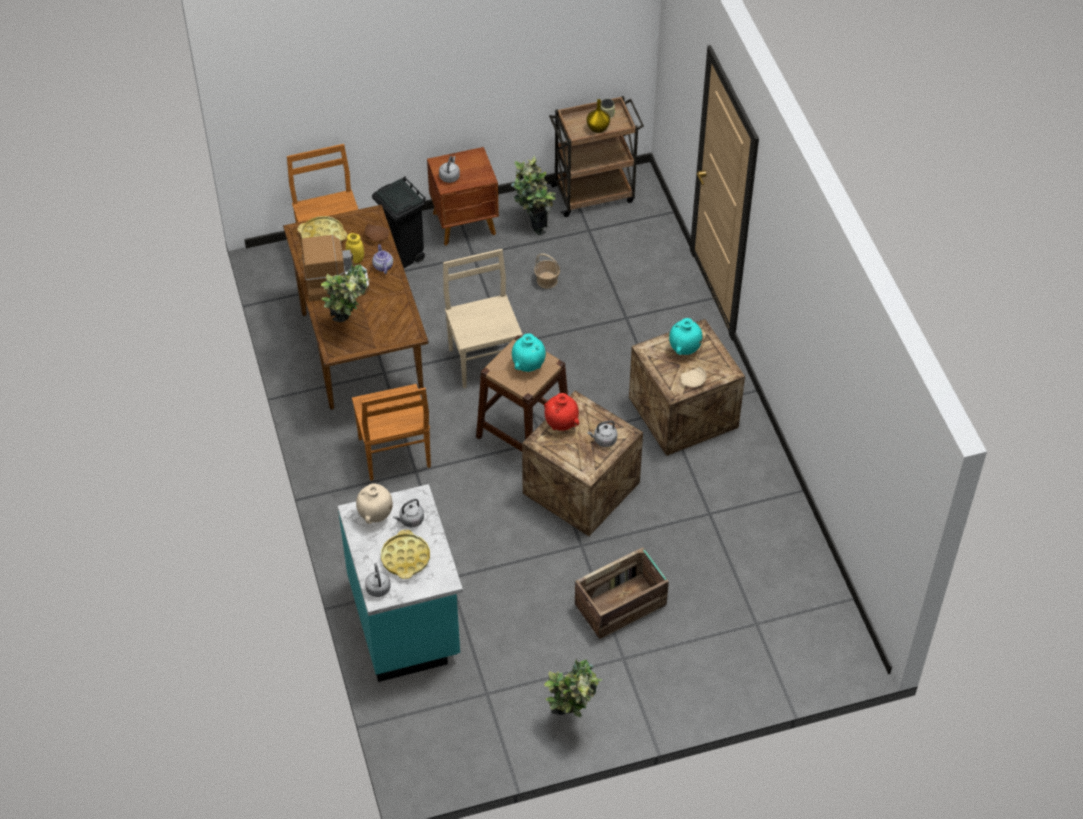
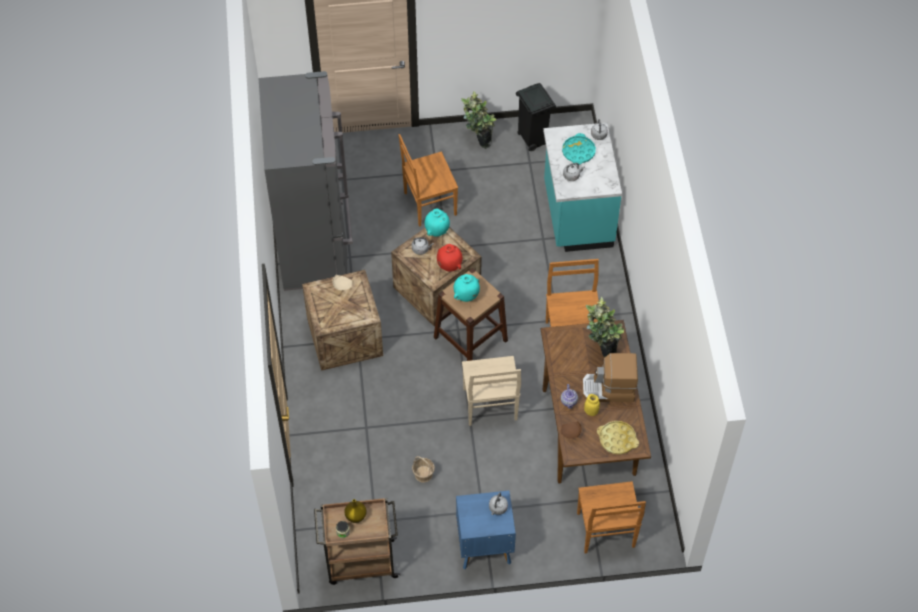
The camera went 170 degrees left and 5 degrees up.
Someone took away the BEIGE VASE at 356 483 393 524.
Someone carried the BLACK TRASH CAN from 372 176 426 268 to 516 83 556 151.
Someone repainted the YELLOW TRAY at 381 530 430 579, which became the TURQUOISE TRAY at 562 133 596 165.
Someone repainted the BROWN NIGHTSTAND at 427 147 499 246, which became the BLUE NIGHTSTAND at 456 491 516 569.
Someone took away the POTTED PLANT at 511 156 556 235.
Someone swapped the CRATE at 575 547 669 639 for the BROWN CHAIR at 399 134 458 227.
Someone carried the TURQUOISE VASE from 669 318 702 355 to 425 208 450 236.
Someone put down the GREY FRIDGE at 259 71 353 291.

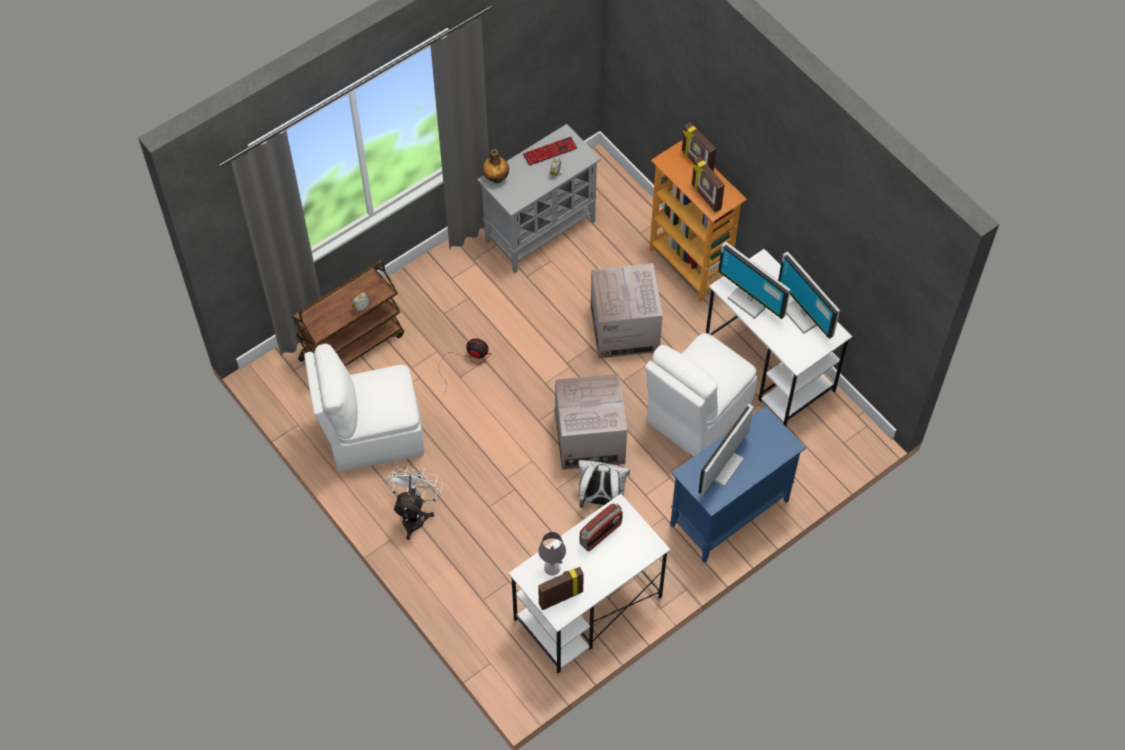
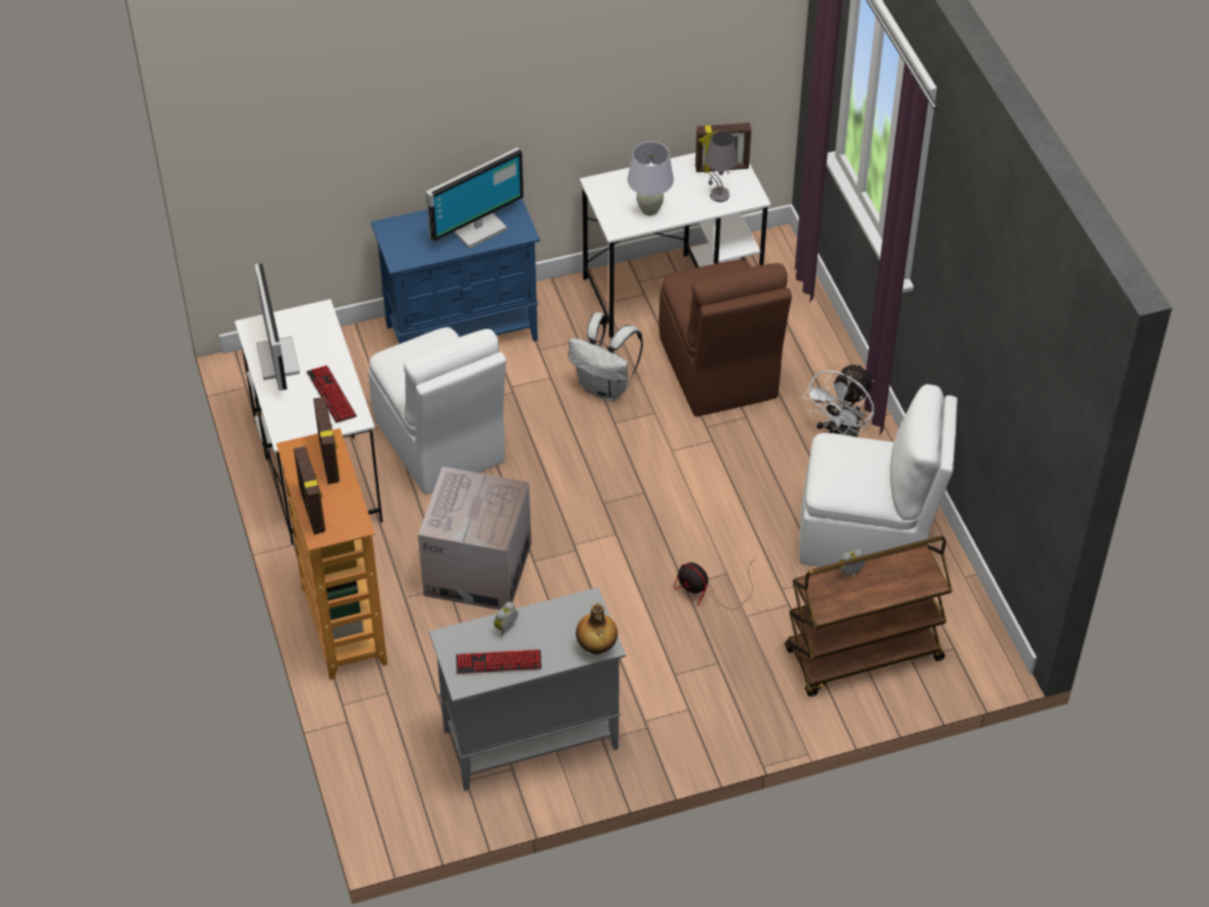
The camera went 160 degrees left and 10 degrees down.
Someone took away the CARDBOARD BOX at 555 374 627 470.
Someone swapped the RADIO at 580 504 623 552 for the WHITE TABLE LAMP at 628 141 674 216.
Someone rotated the WHITE CHAIR at 645 333 757 457 by 90 degrees clockwise.
Someone swapped the MONITOR at 718 241 791 319 for the KEYBOARD at 307 365 357 423.
Someone put down the BROWN CHAIR at 659 259 792 417.

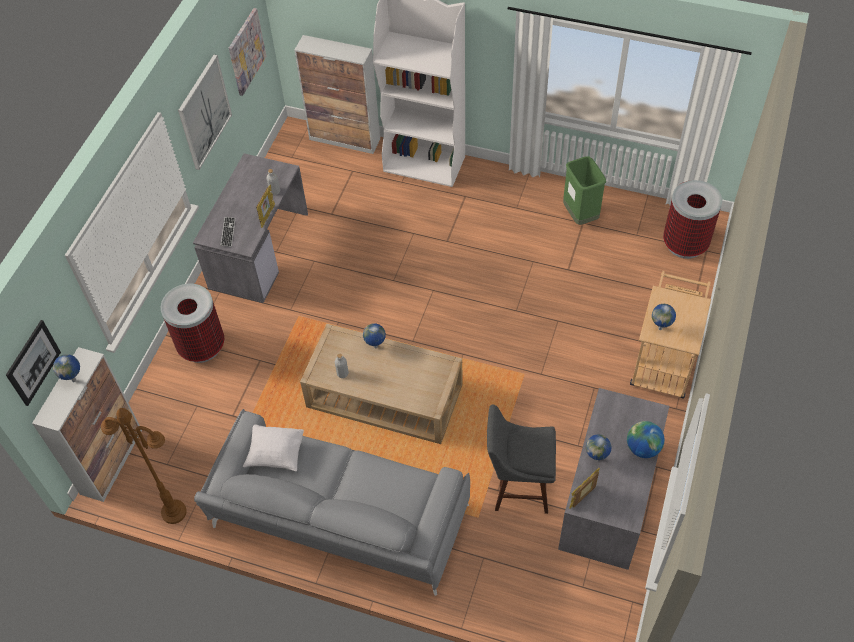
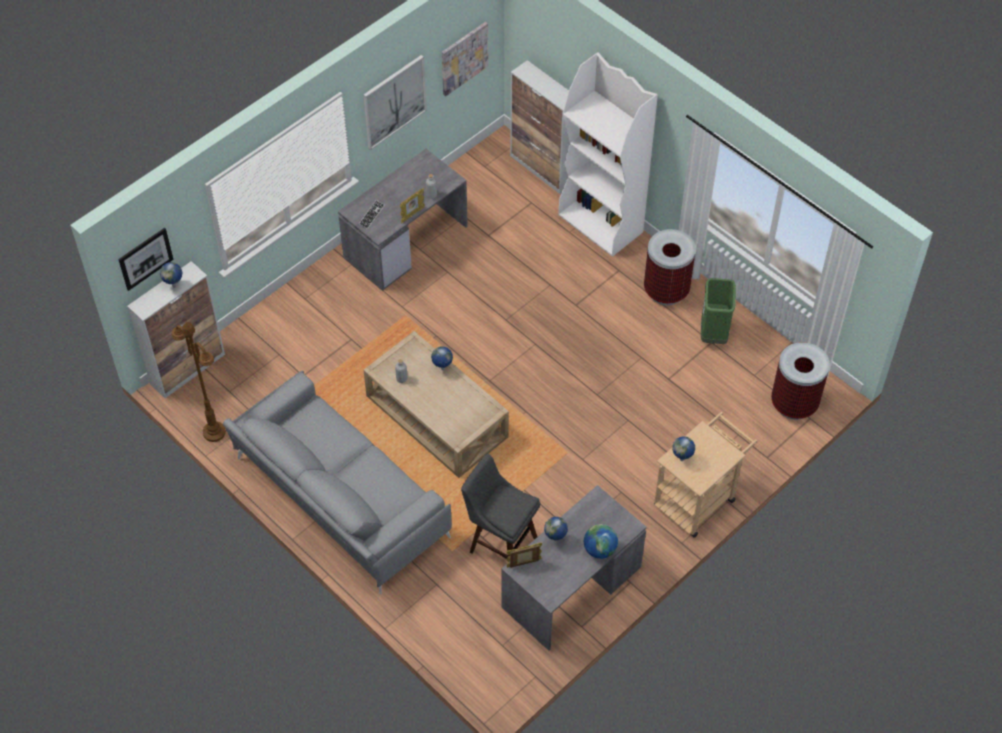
The camera went 25 degrees right and 0 degrees up.
Someone carried the TRASH CAN from 161 284 224 363 to 644 229 696 305.
Someone took away the WHITE PILLOW at 243 424 304 471.

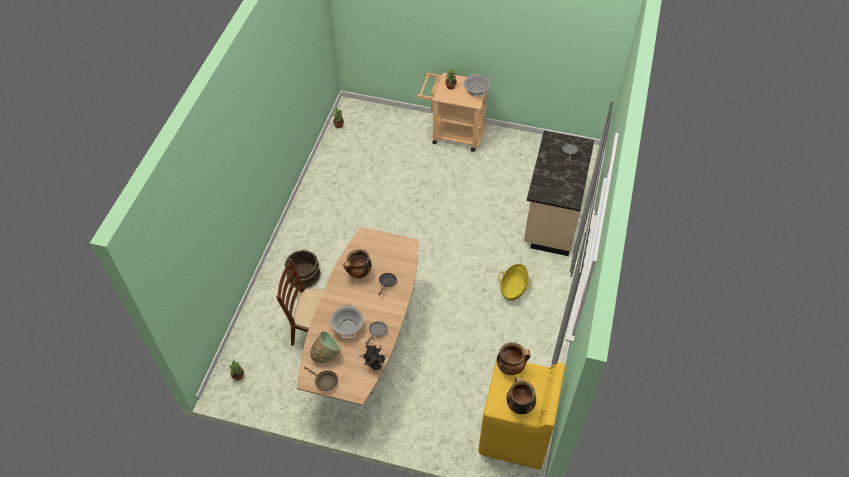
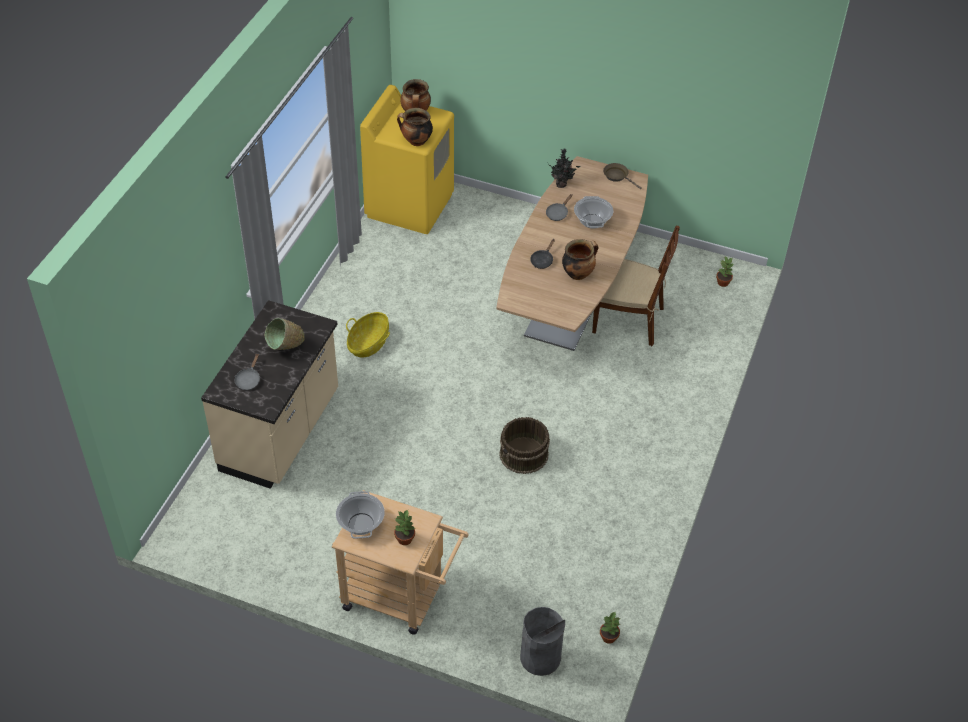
The camera went 175 degrees left and 5 degrees down.
Someone carried the BROWN BUCKET from 285 250 321 289 to 499 417 550 474.
Someone carried the GREEN BOWL from 310 331 341 363 to 265 318 305 350.
Someone put down the GREY TRASH CAN at 520 607 565 676.

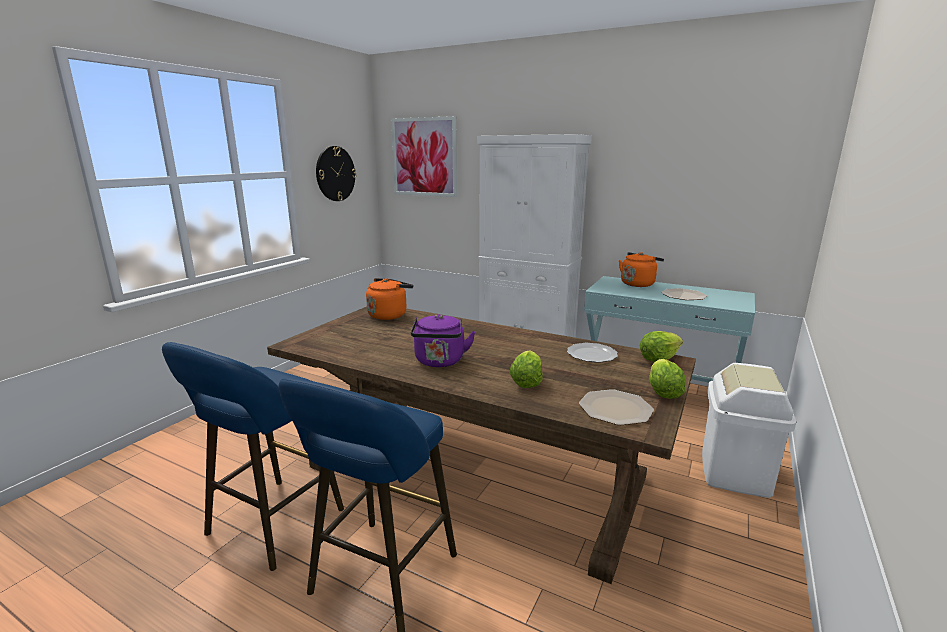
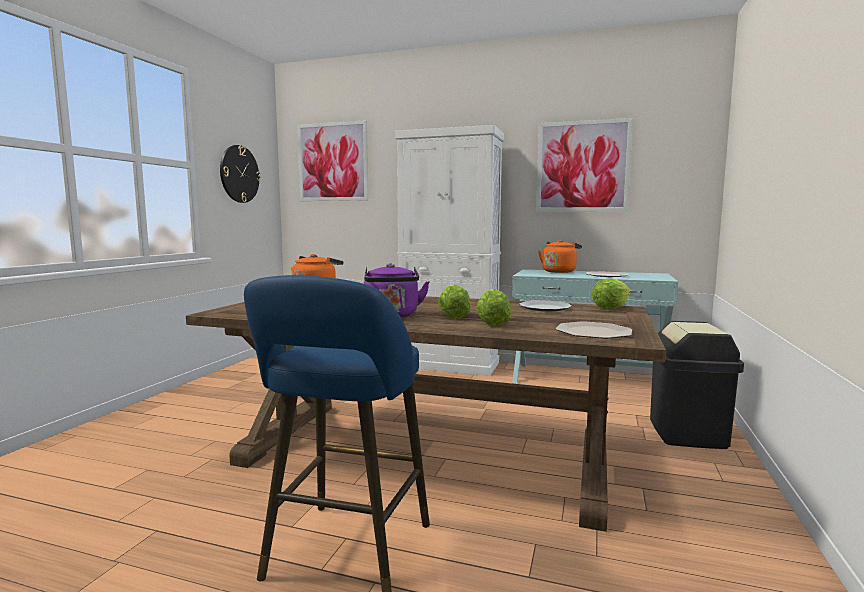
The camera went 10 degrees left and 10 degrees down.
Someone took away the BLUE STOOL at 162 342 344 571.
Someone carried the LETTUCE from 649 359 686 399 to 438 284 471 319.
Someone repainted the WHITE TRASH CAN at 702 363 796 498, which became the BLACK TRASH CAN at 650 321 744 449.
Someone put up the PICTURE at 536 118 633 212.

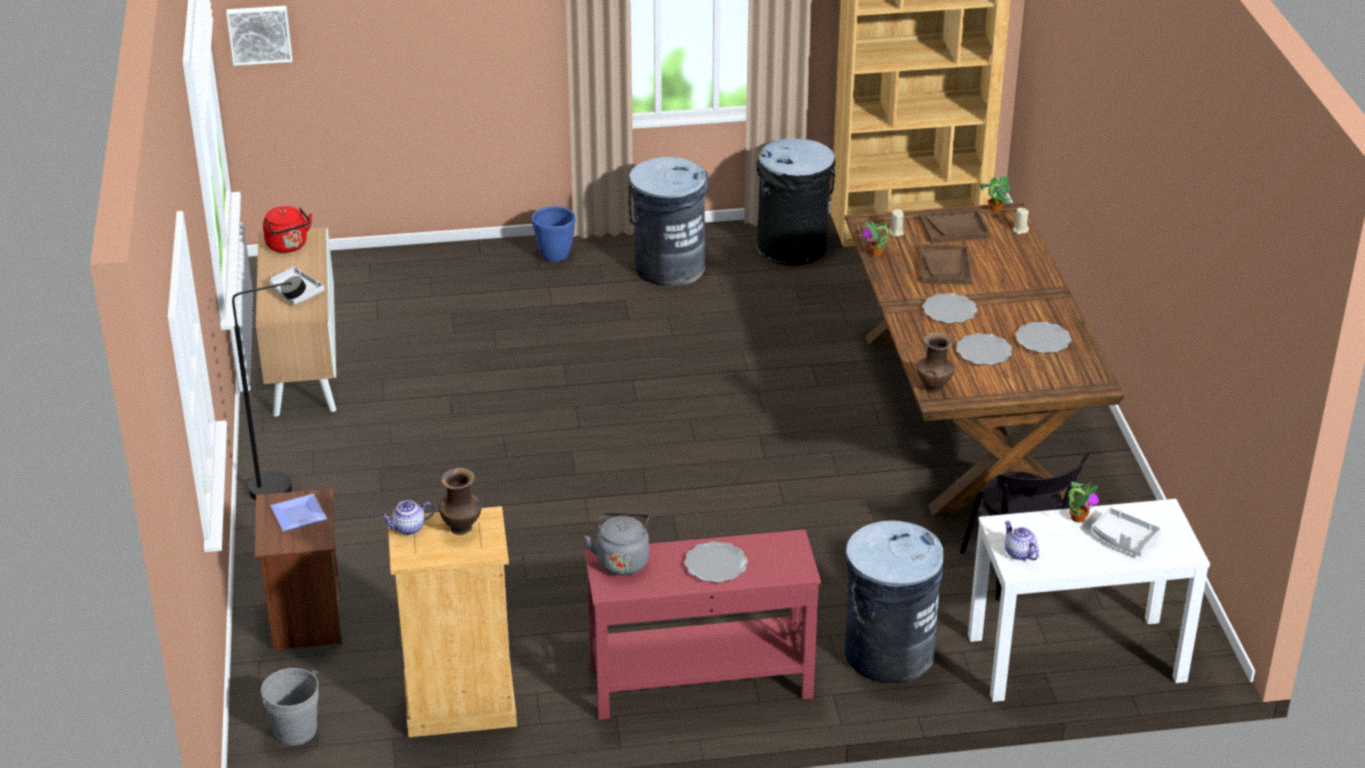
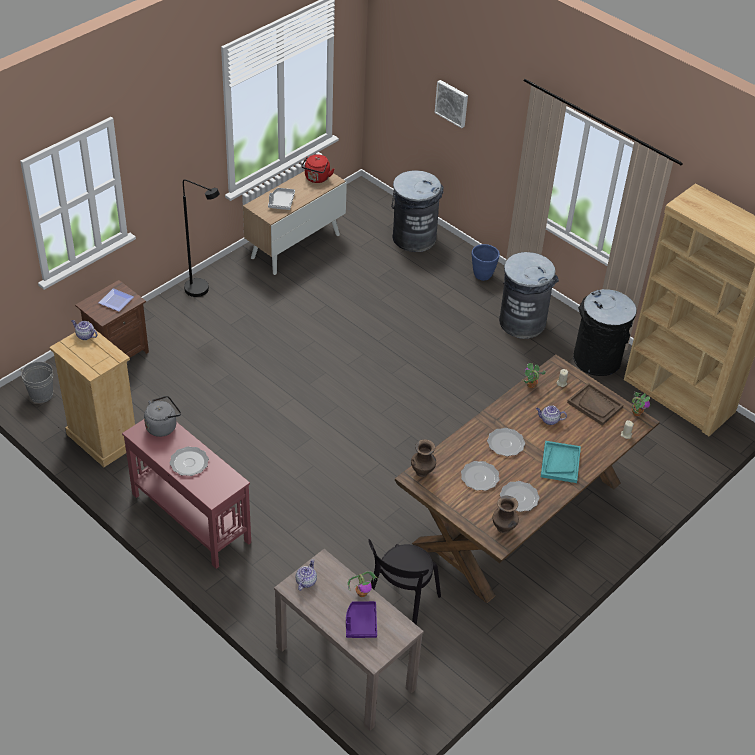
The camera went 50 degrees right and 10 degrees up.
Someone carried the PICTURE from 226 6 292 66 to 435 80 468 128.
Someone carried the BROWN VASE from 439 468 482 535 to 493 496 519 533.
Someone carried the GREY TRASH CAN from 844 521 944 683 to 391 170 444 252.
Someone swapped the BROWN TRAY at 919 245 972 285 for the TEAPOT at 536 405 567 425.
Someone repainted the WHITE CONSOLE TABLE at 968 499 1210 702, which became the BROWN CONSOLE TABLE at 274 549 424 731.
Someone repainted the GREY TRAY at 1092 507 1162 557, which became the PURPLE TRAY at 346 601 377 638.
Someone put down the TURQUOISE TRAY at 541 441 581 483.

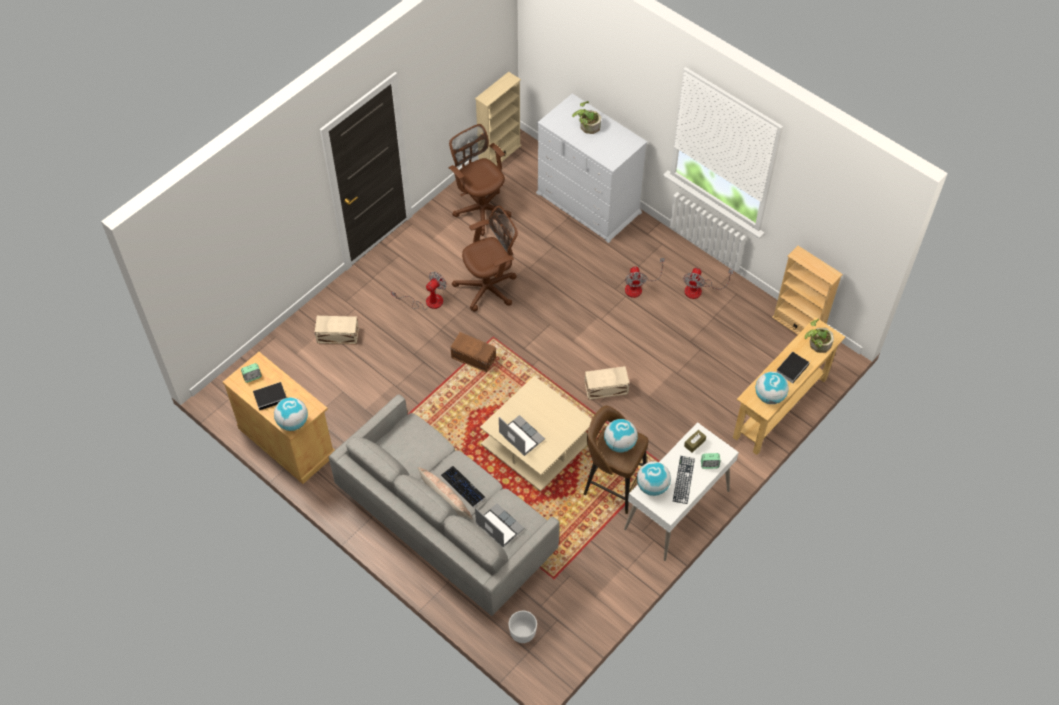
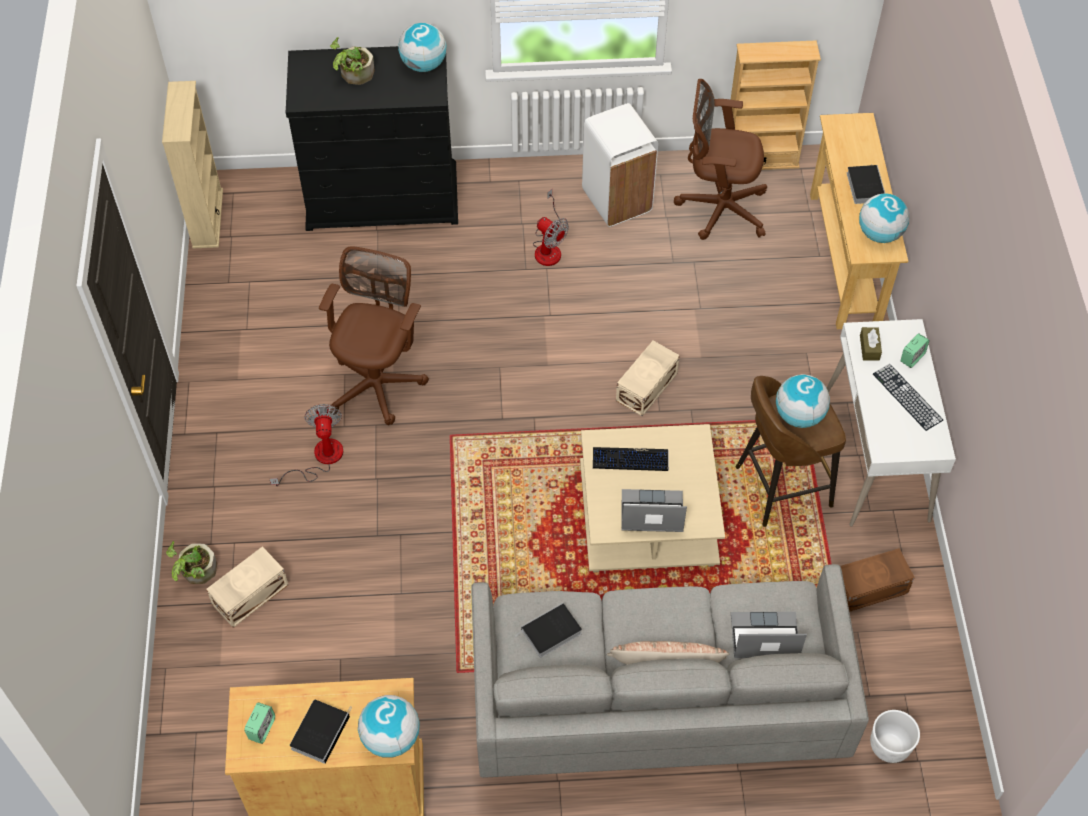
The camera went 45 degrees left and 0 degrees up.
Someone carried the KEYBOARD from 441 466 485 507 to 593 447 668 471.
Someone carried the BROWN OFFICE CHAIR from 449 124 511 236 to 674 79 767 240.
Someone carried the BROWN STORAGE BOX from 450 332 496 373 to 840 548 915 612.
Someone repainted the WHITE DRESSER at 536 94 647 243, which became the BLACK DRESSER at 286 46 458 231.
Someone carried the GLOBE from 637 461 671 496 to 398 23 446 72.
Someone swapped the FAN at 683 268 734 299 for the WHITE TRASH CAN at 582 103 658 227.
Someone carried the POTTED PLANT from 804 319 834 353 to 166 541 217 584.
Someone put down the BOOK at 514 603 582 658.

